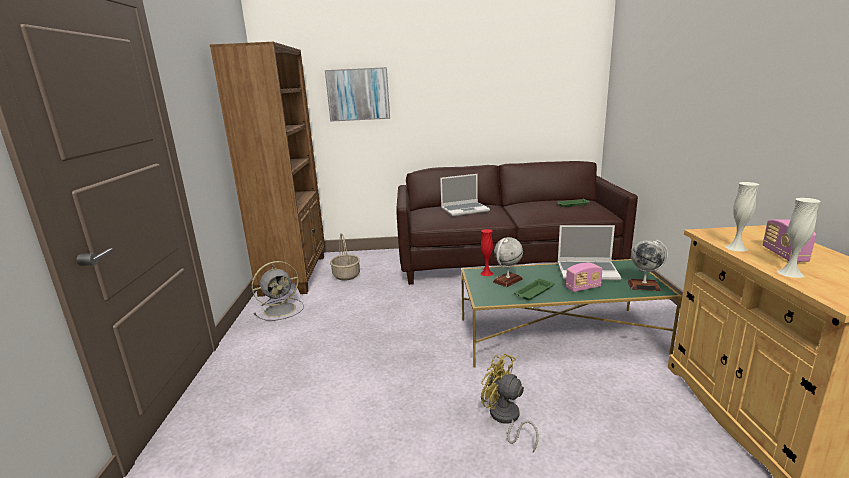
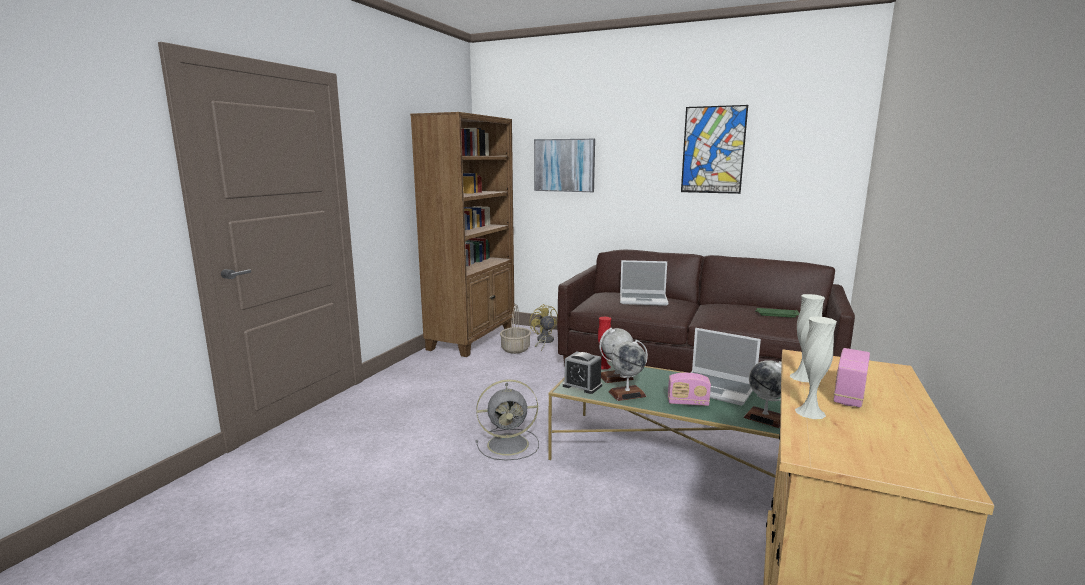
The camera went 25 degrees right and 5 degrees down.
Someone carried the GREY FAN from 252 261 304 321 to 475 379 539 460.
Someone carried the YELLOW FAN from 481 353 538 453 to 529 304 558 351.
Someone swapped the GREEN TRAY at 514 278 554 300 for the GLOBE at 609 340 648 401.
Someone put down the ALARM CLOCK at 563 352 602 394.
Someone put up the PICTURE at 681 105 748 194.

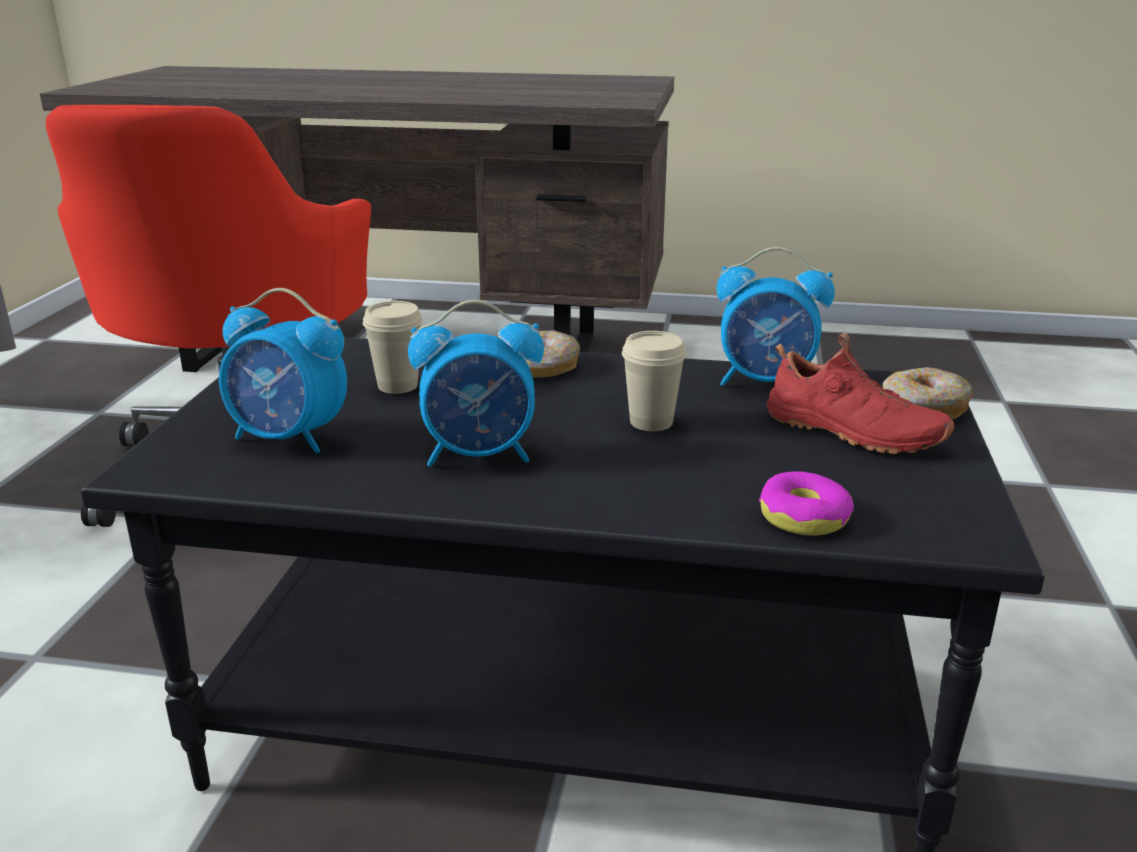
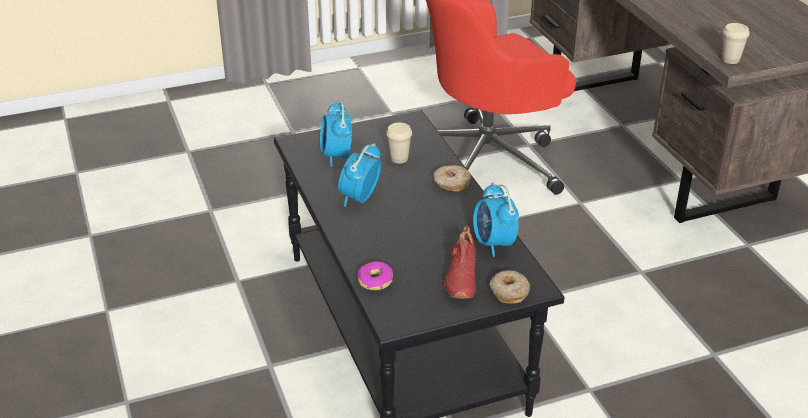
The camera went 60 degrees right and 10 degrees up.
Someone rotated the ALARM CLOCK at 408 300 544 467 by 60 degrees clockwise.
Someone carried the BEIGE CUP from 622 331 686 431 to 722 23 749 64.

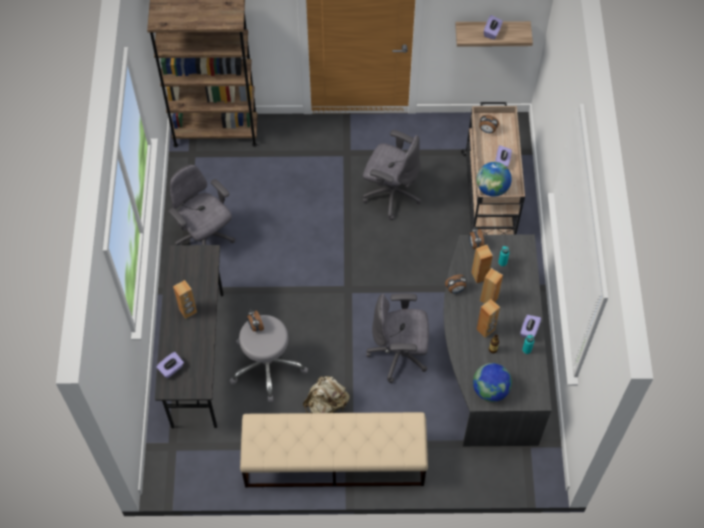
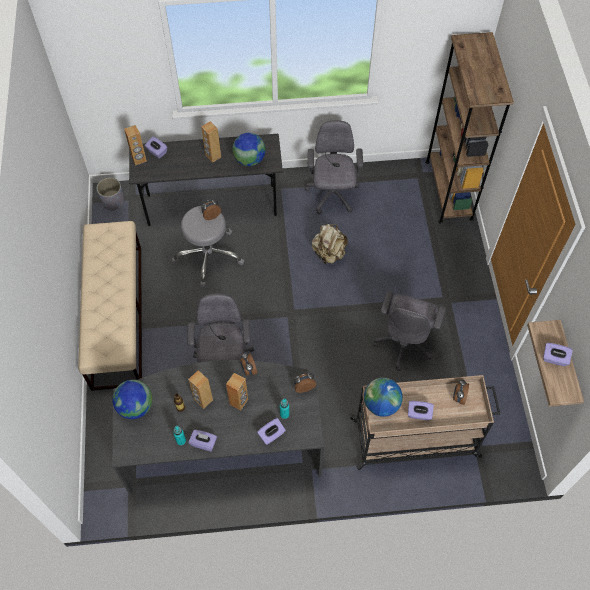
The camera went 85 degrees right and 0 degrees up.
Someone rotated the GREY OFFICE CHAIR at 168 164 235 245 by 45 degrees counterclockwise.
Someone carried the BEIGE BACKPACK from 303 376 350 413 to 311 224 348 264.
Someone carried the BROWN SPEAKER from 471 245 493 283 to 124 125 147 166.
Someone put down the GREY PLANTER at 97 178 124 211.
Someone put down the GLOBE at 232 133 266 166.
Someone put down the PURPLE TISSUE BOX at 257 418 286 445.

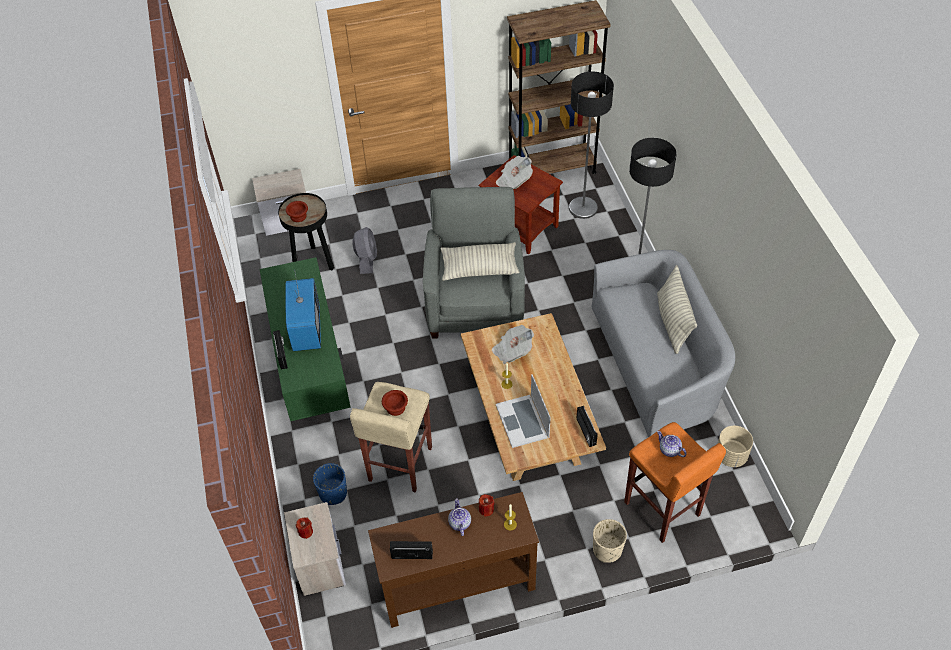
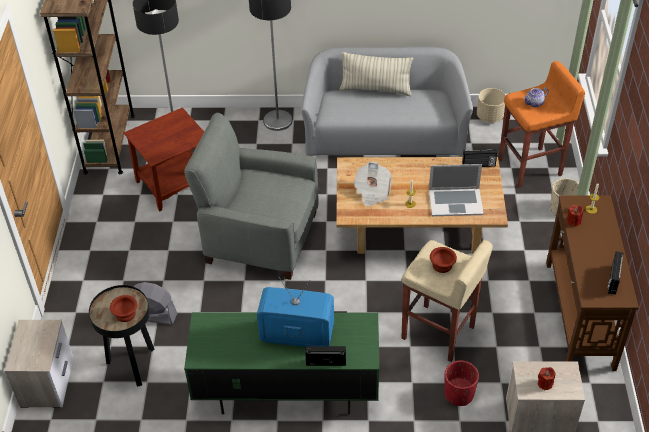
The camera went 75 degrees left and 5 degrees down.
Someone repainted the BLUE PLANTER at 313 463 347 505, which became the RED PLANTER at 444 360 479 406.
Someone took away the PILLOW at 441 242 520 281.
Someone took away the TEAPOT at 448 499 471 536.
Someone took away the NEWSPAPER at 496 156 533 189.

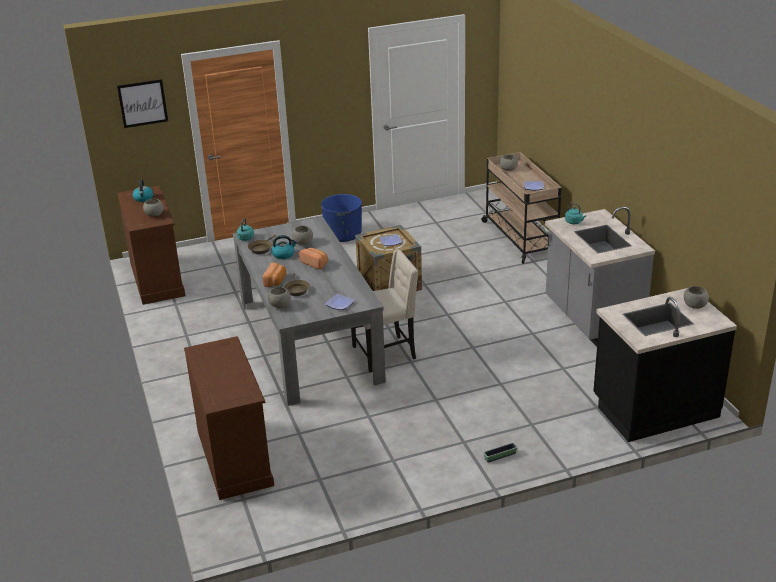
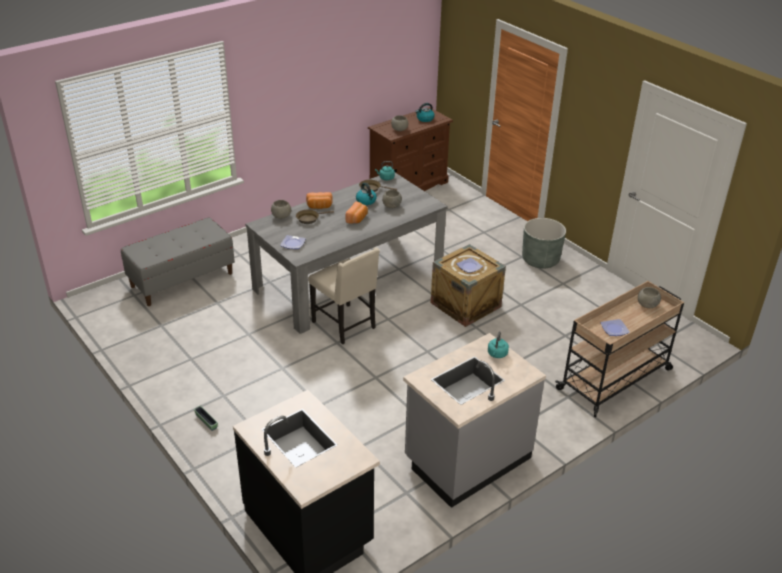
The camera went 70 degrees right and 5 degrees up.
Someone took away the PICTURE at 117 79 168 128.
Someone swapped the BROWN DRESSER at 184 336 274 500 for the GREY BENCH at 121 218 235 306.
Someone repainted the BLUE PLANTER at 321 194 362 242, which became the GREY PLANTER at 522 218 566 268.
Someone took away the GREY BOWL at 684 286 709 309.

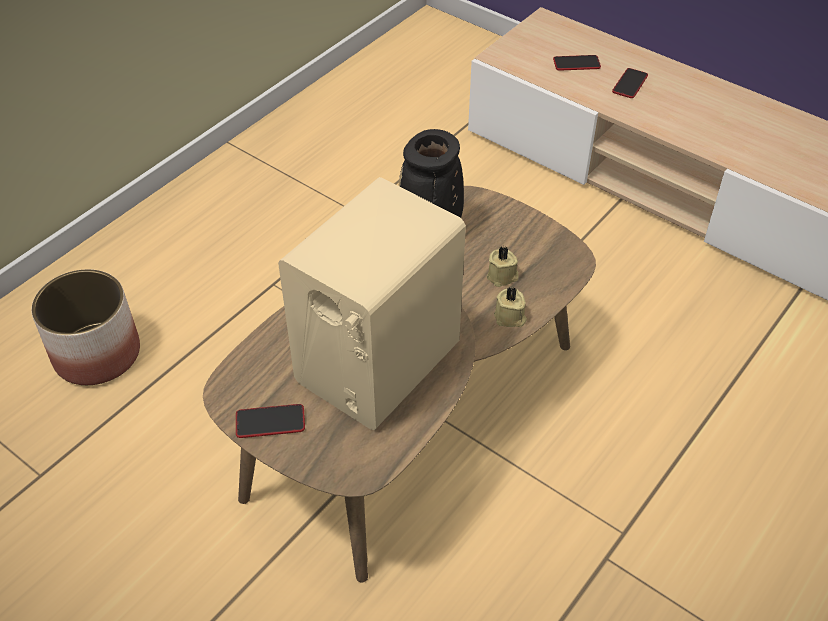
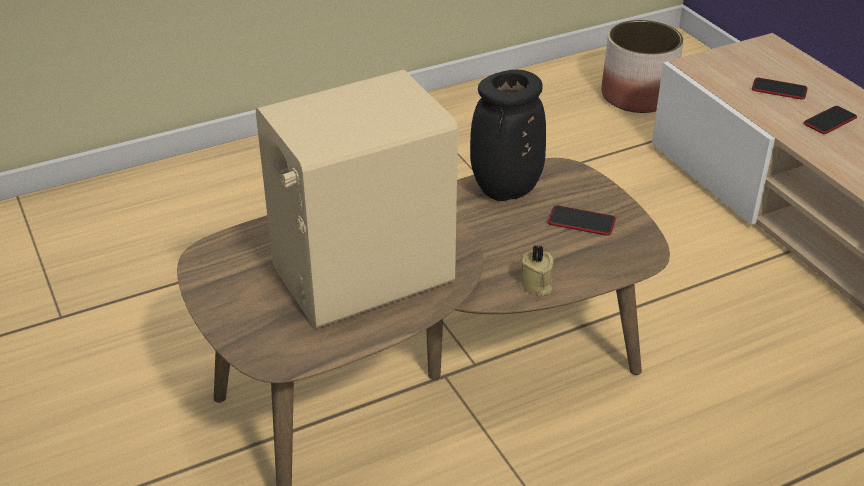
The camera went 25 degrees right and 10 degrees down.
Someone carried the PLANTER from 31 269 140 385 to 602 20 684 113.
Someone carried the PHONE from 236 404 305 438 to 548 205 616 236.
Someone took away the BEIGE CANDLE at 487 247 519 287.

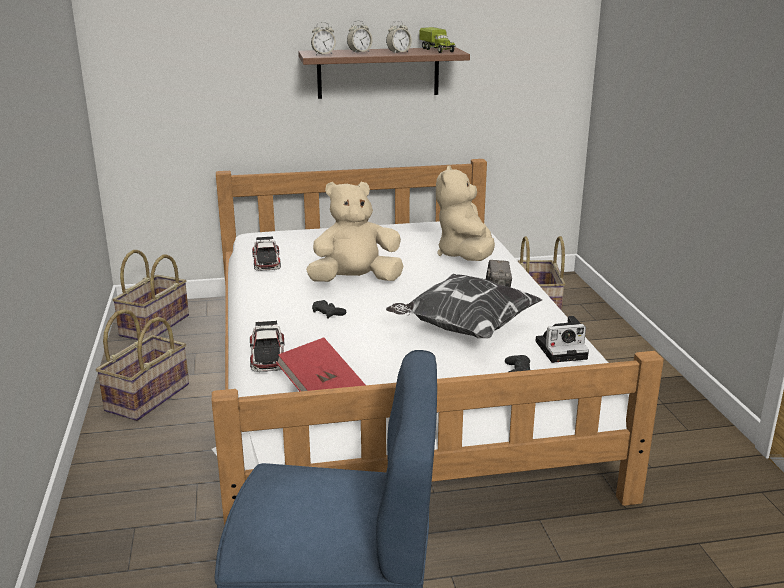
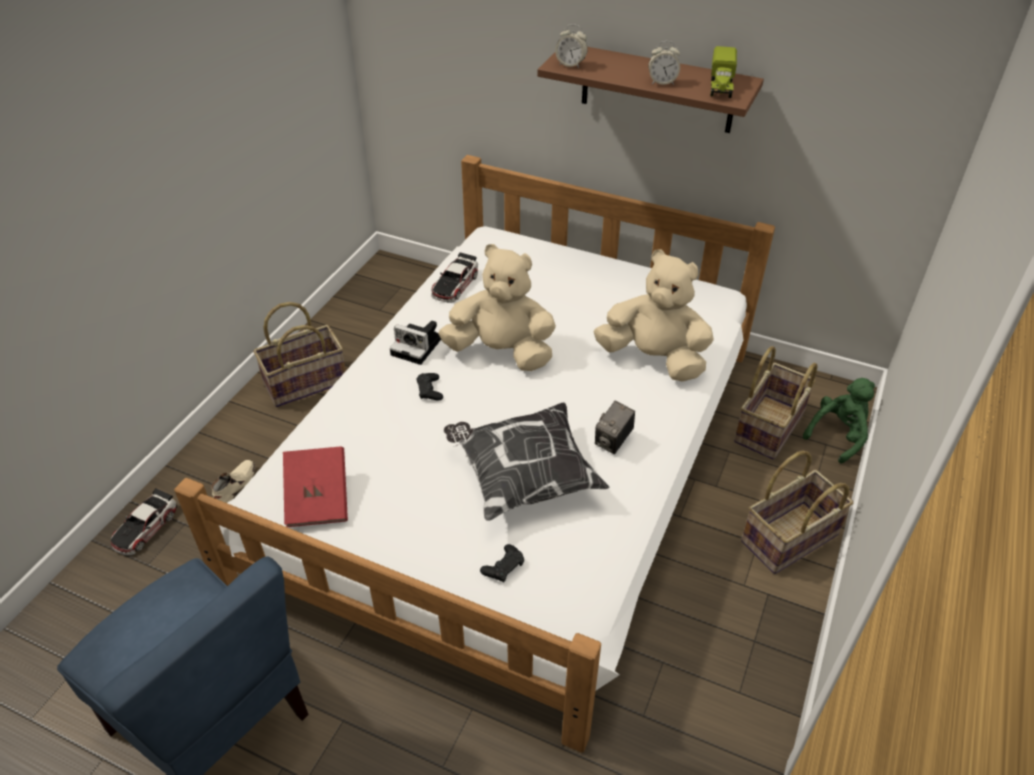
The camera went 35 degrees right and 20 degrees up.
Someone carried the BASKET from 112 250 189 340 to 741 451 853 574.
Someone carried the TOY CAR from 250 321 285 372 to 111 488 177 556.
Someone took away the ALARM CLOCK at 347 20 372 53.
Someone rotated the BEIGE PLUSH TOY at 436 166 495 261 by 75 degrees clockwise.
Someone carried the PHOTO CAMERA from 536 316 589 363 to 390 321 441 365.
Someone put down the BEIGE SHOE at 212 460 255 503.
Someone put down the GREEN PLUSH TOY at 803 378 875 464.

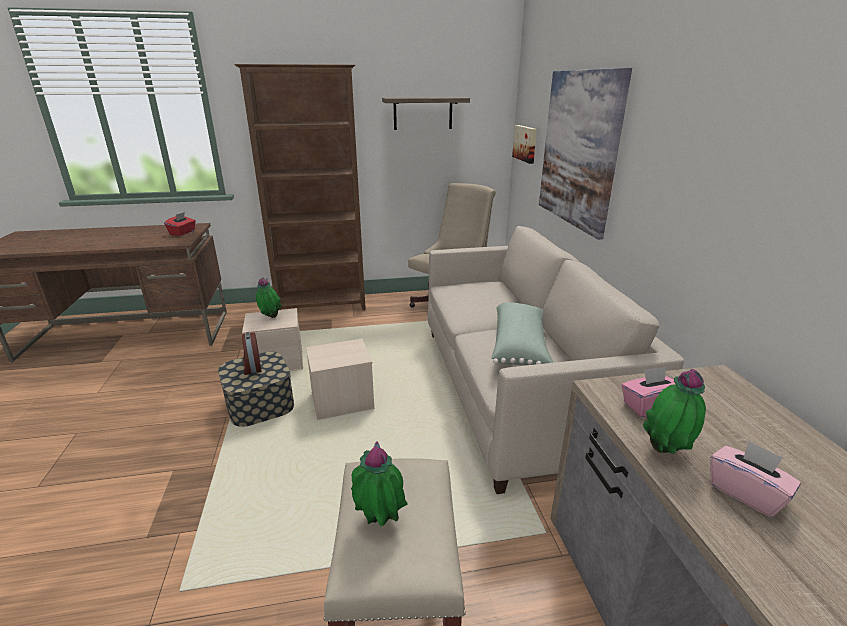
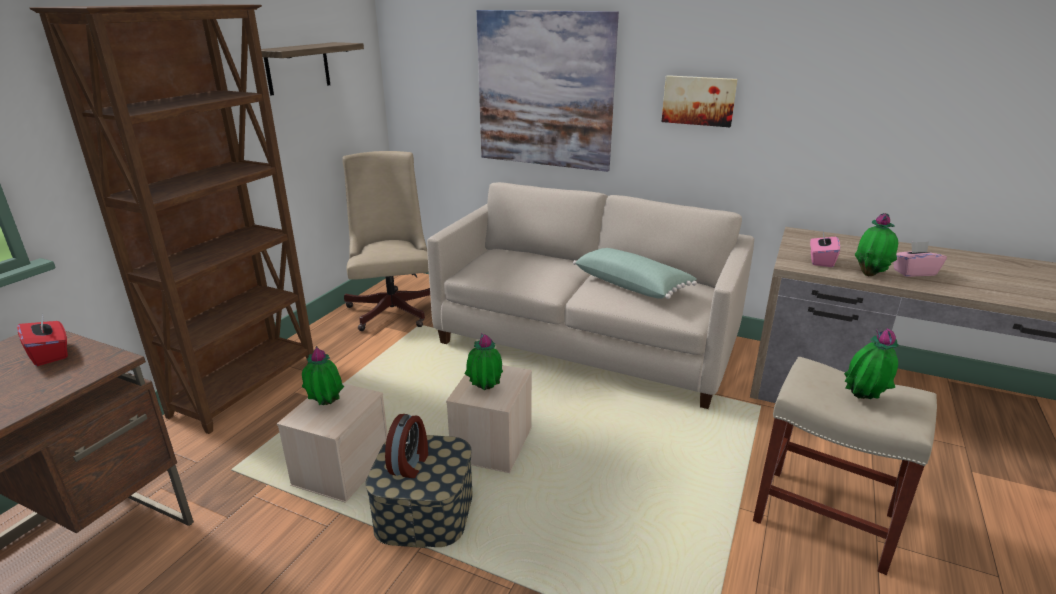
The camera went 55 degrees left and 0 degrees up.
Someone rotated the ALARM CLOCK at 242 332 261 375 by 90 degrees counterclockwise.
Someone carried the PICTURE from 512 125 537 164 to 662 75 738 127.
Someone put down the POTTED PLANT at 464 333 503 391.

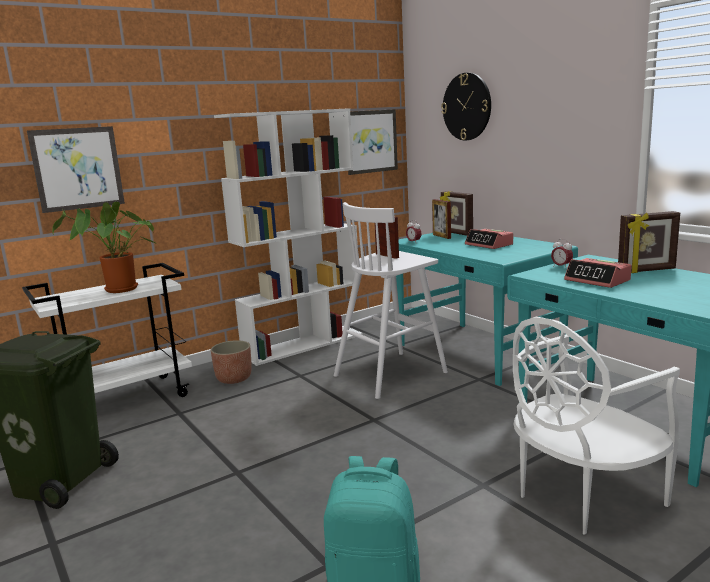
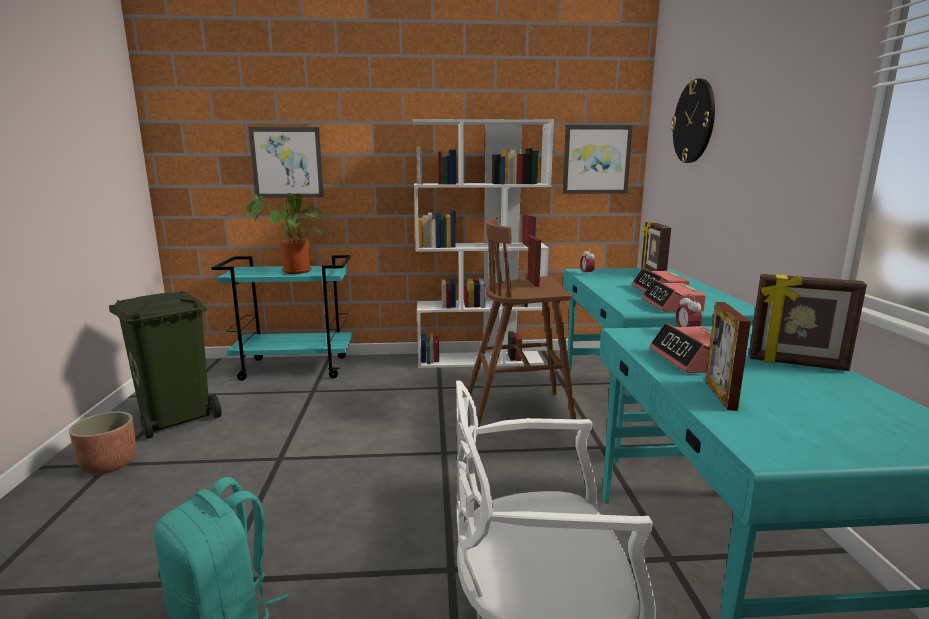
The camera went 30 degrees right and 0 degrees up.
Someone repainted the WHITE CART at 22 263 192 397, which became the TURQUOISE CART at 211 255 352 381.
Someone carried the PLANTER from 211 340 252 384 to 69 412 136 474.
Someone repainted the WHITE STOOL at 334 202 448 399, which became the BROWN STOOL at 468 218 576 427.
Someone carried the PICTURE FRAME from 432 199 451 239 to 705 302 751 411.
Someone put down the ALARM CLOCK at 642 279 706 312.

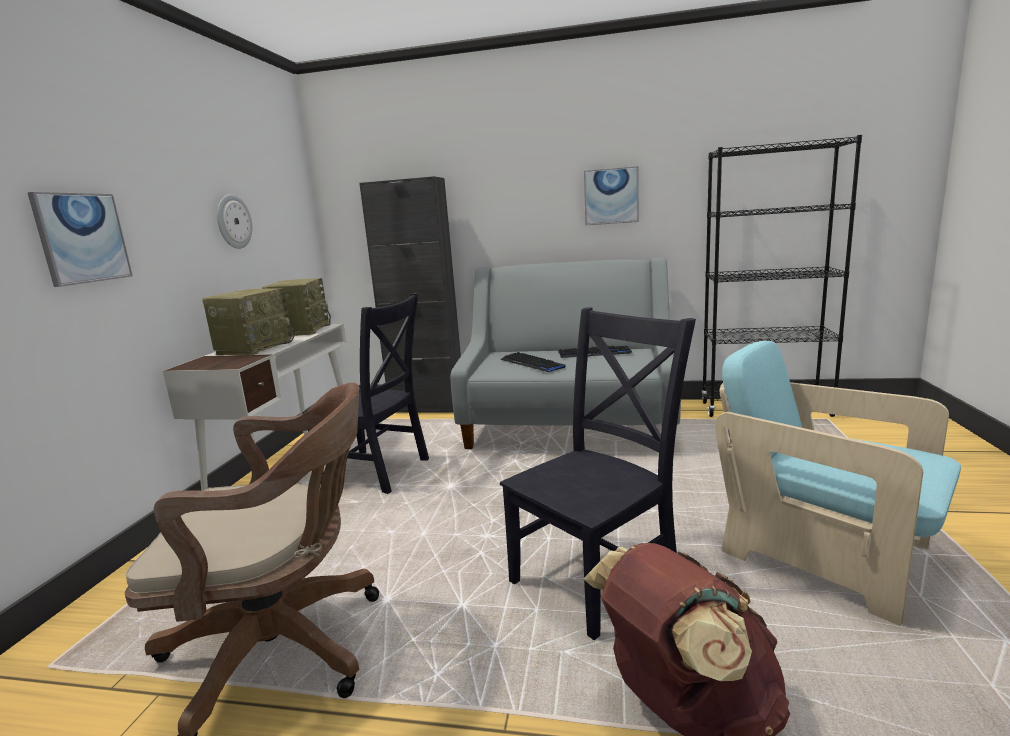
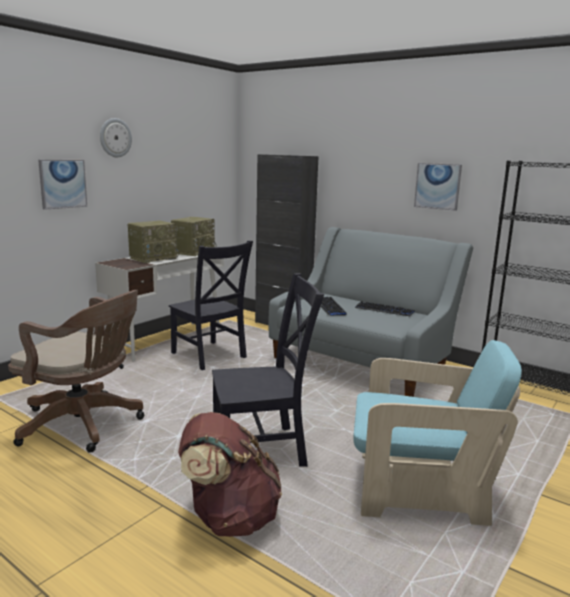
The camera went 25 degrees right and 0 degrees up.
Someone carried the WALL CLOCK from 217 194 252 249 to 100 118 132 157.
Someone rotated the TURQUOISE ARMCHAIR at 715 341 961 626 by 120 degrees clockwise.

